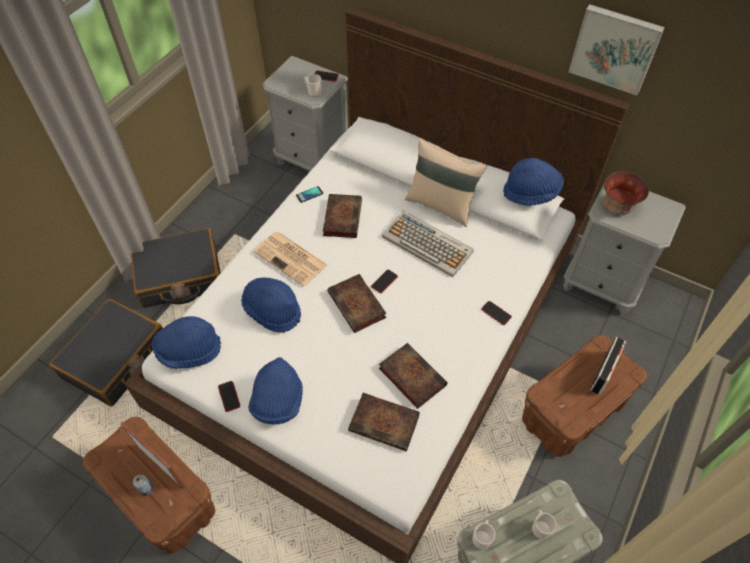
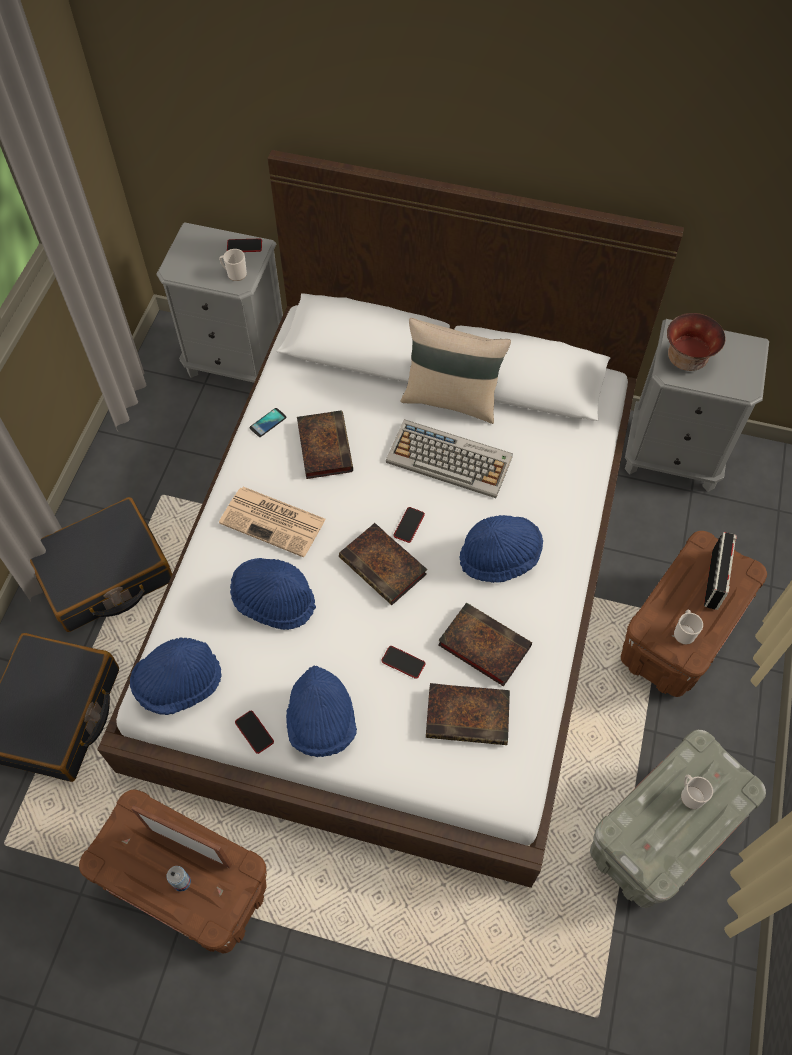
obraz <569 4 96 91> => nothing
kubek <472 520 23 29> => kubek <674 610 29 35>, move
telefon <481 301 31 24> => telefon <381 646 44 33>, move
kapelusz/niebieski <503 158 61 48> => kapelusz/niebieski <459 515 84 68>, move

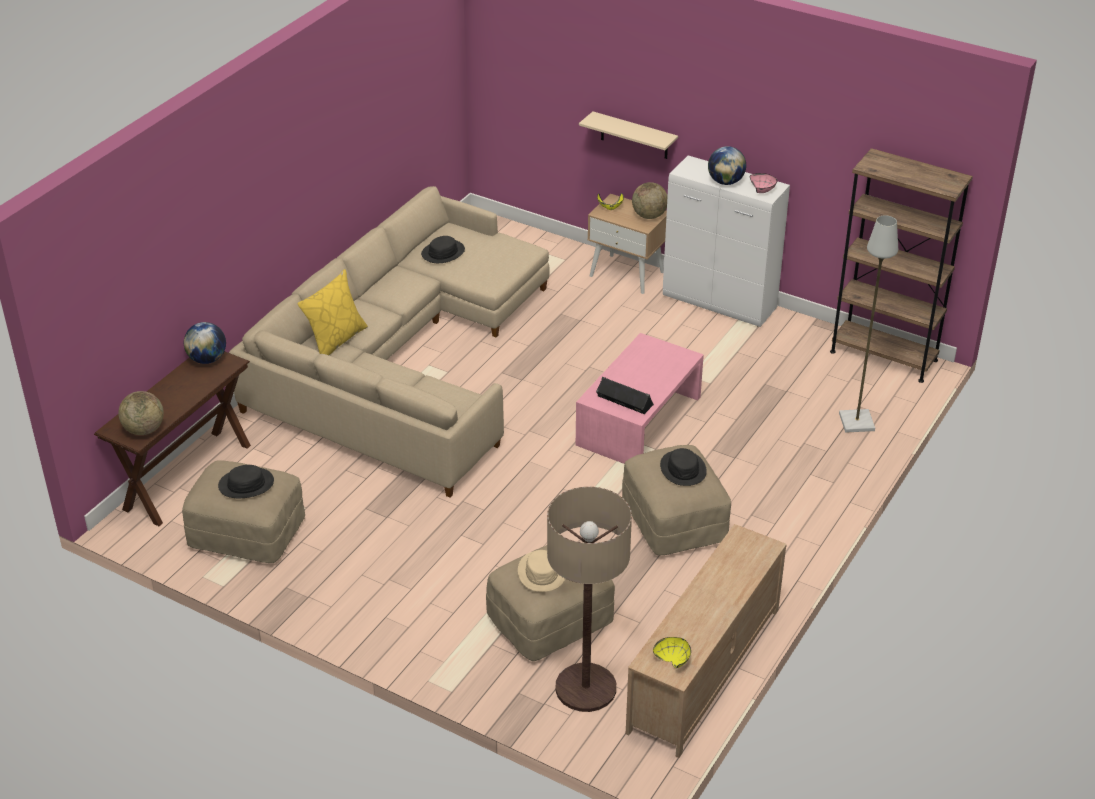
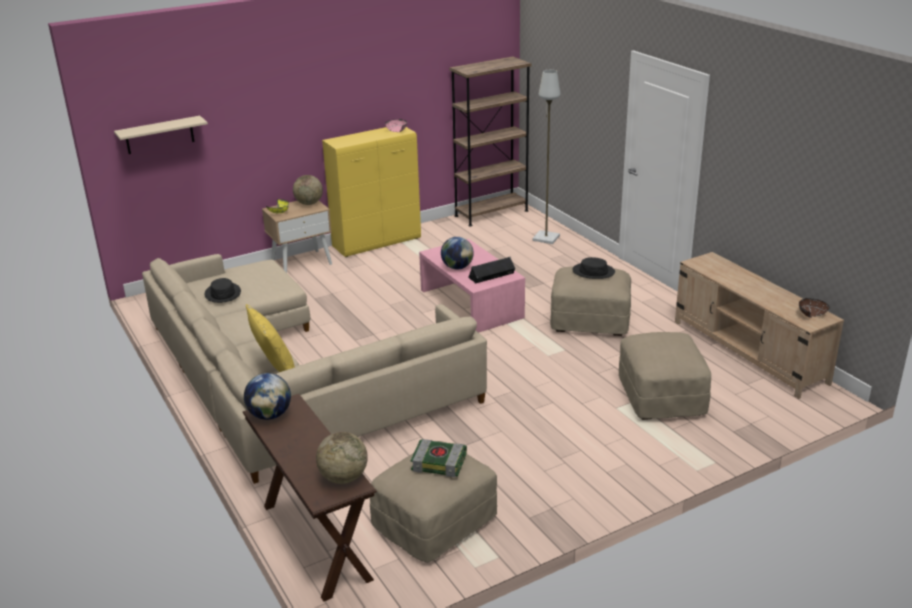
kapelusz/beżowy <518 550 47 42> => nothing
lampa stojąca <547 487 85 225> => nothing
półka/beżowy <579 111 99 48> => półka/beżowy <114 116 94 38>, move
globus <708 146 38 39> => globus <441 237 33 33>, move
kapelusz/czarny <218 465 56 33> => książka <411 439 56 38>
miska/żółty <653 637 38 31> => miska/brązowy <799 298 31 20>
szafka/biały <663 155 127 172> => szafka/żółty <322 127 99 130>

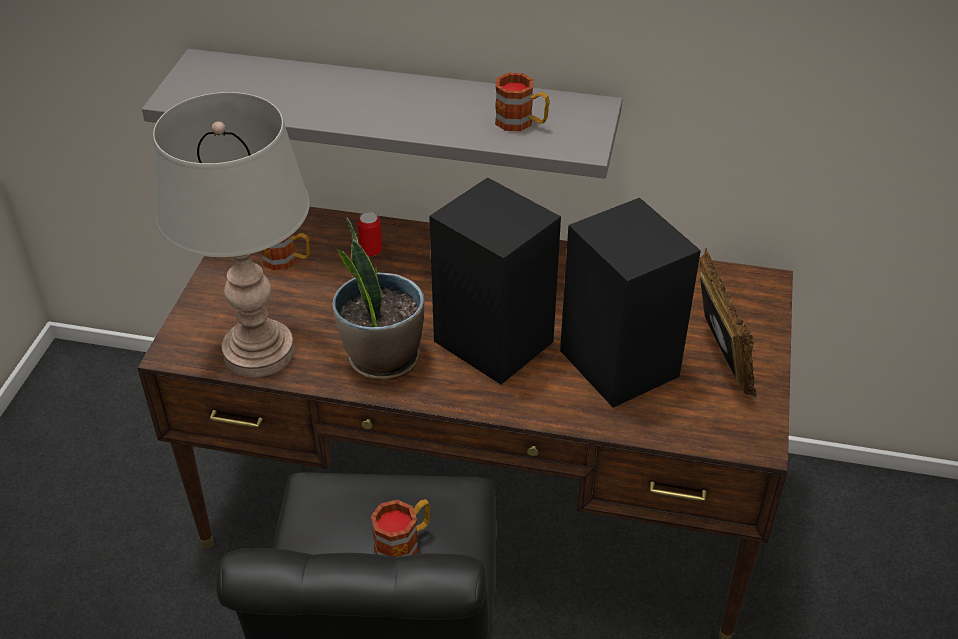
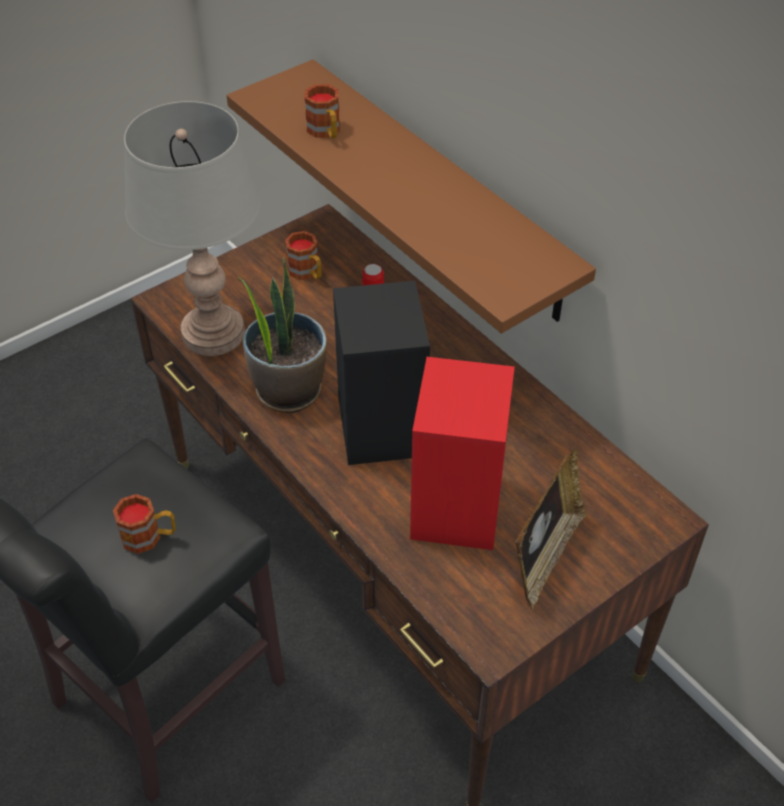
kubek <495 73 55 58> => kubek <305 84 35 54>, move
półka/szary <142 49 480 130> => półka/brązowy <227 59 369 275>
głośnik/czarny <560 198 141 210> => głośnik/czerwony <410 357 105 193>

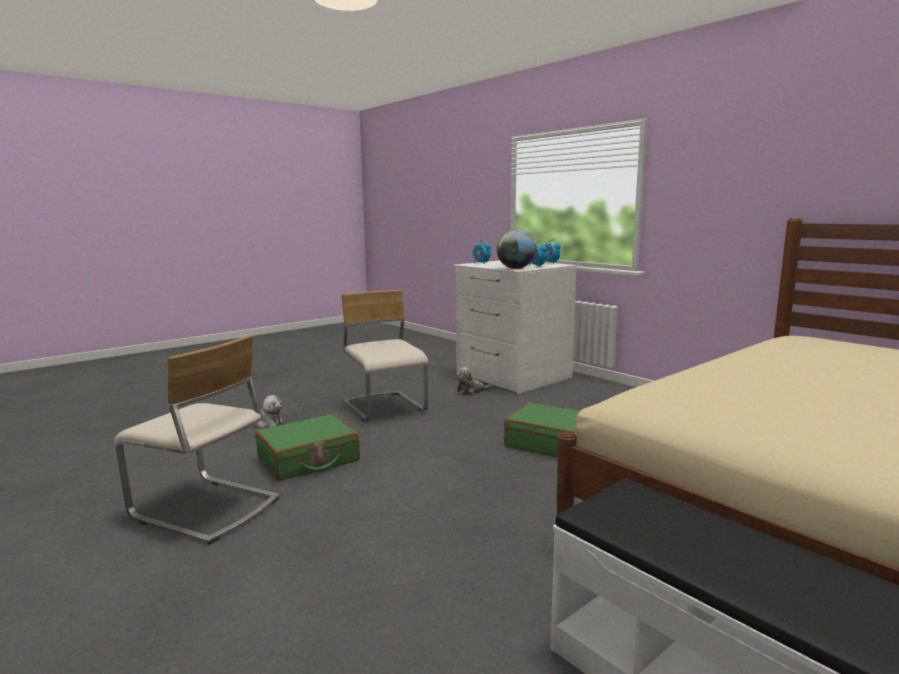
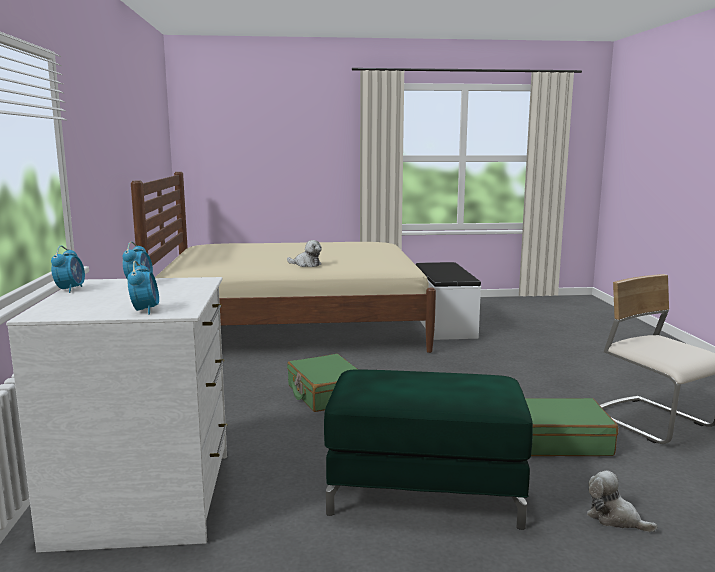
globus <497 230 39 39> => nothing
pluszak <455 367 38 28> => pluszak <287 240 35 27>, move
krzesło/beżowy <341 290 87 131> => pufa/zielony <324 369 209 161>

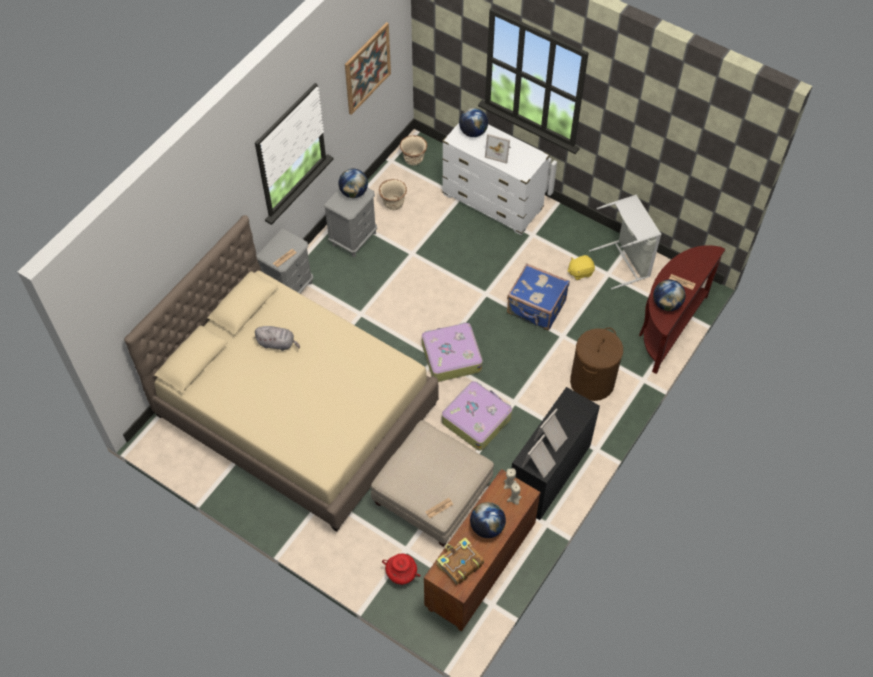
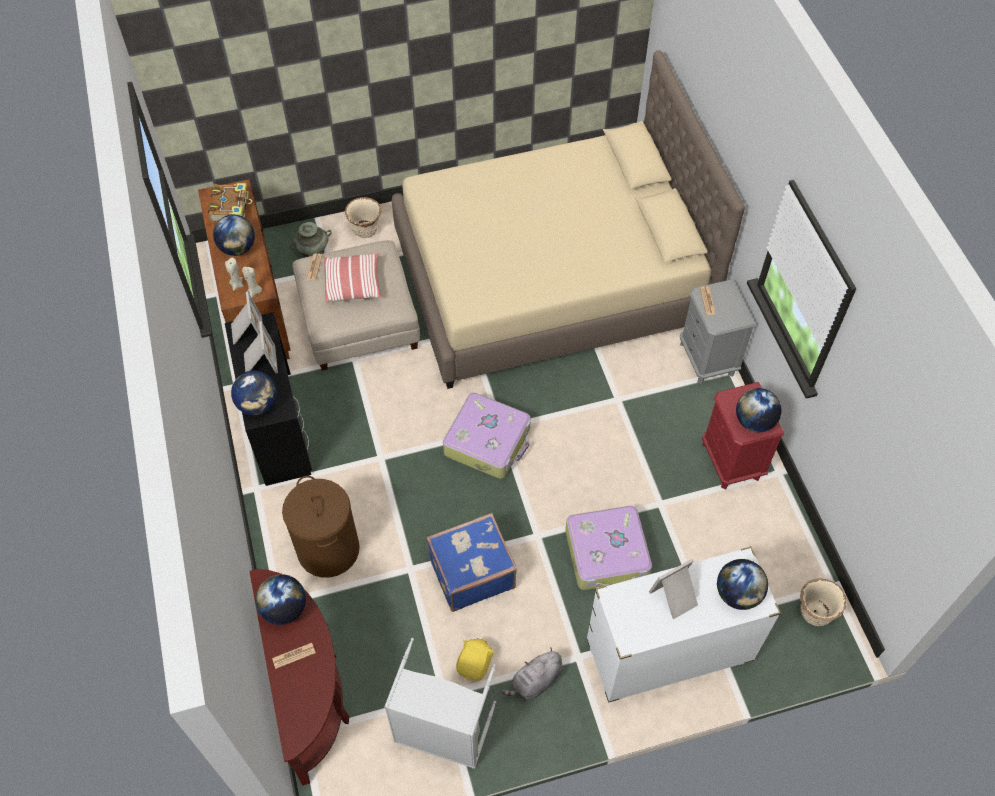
obraz <345 22 46 93> => nothing
nothing => globus <231 370 46 45>
nothing => poduszka <324 253 57 50>
pluszak/szary <254 326 46 25> => pluszak/szary <502 648 60 52>, move
donica/beżowy <379 179 28 31> => donica/beżowy <345 197 36 41>, move
walizka <442 381 70 70> => walizka <565 506 87 84>, move
szafka nocna/szary <324 188 53 69> => szafka nocna/czerwony <702 382 82 108>
wazon/czerwony <382 553 39 32> => wazon/turkusowy <290 222 41 36>

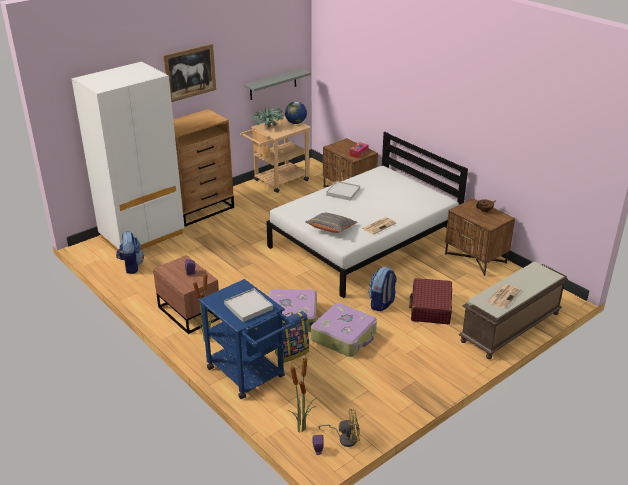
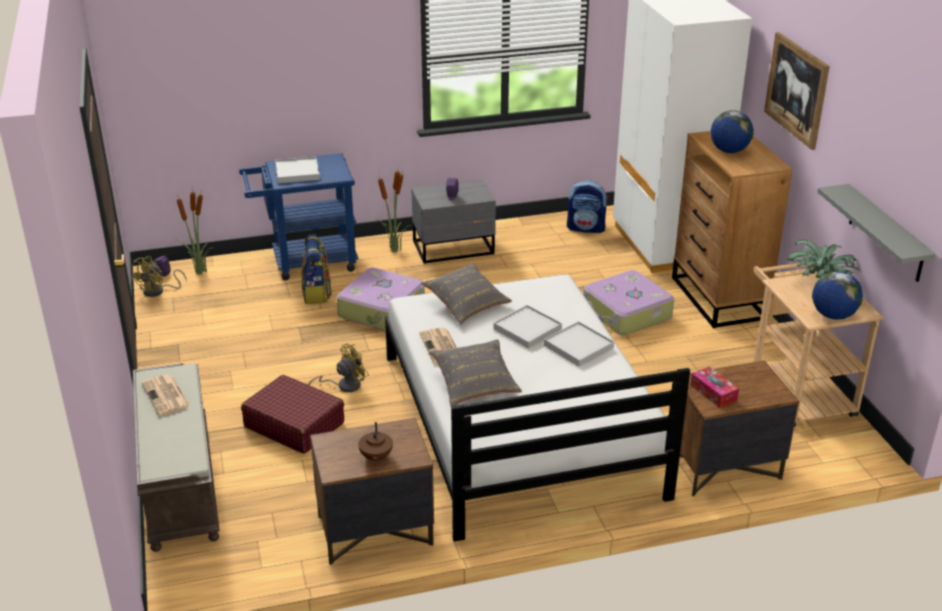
nothing => poduszka/szary <429 339 93 68>
nothing => taca/biały <493 305 69 43>
nothing => globus <710 110 44 43>
walizka <311 303 66 54> => walizka <583 270 91 65>, move
plecak <369 266 28 45> => wentylator/żółty <308 344 61 48>
szafka nocna/brązowy <153 255 66 79> => szafka nocna/szary <411 179 85 85>

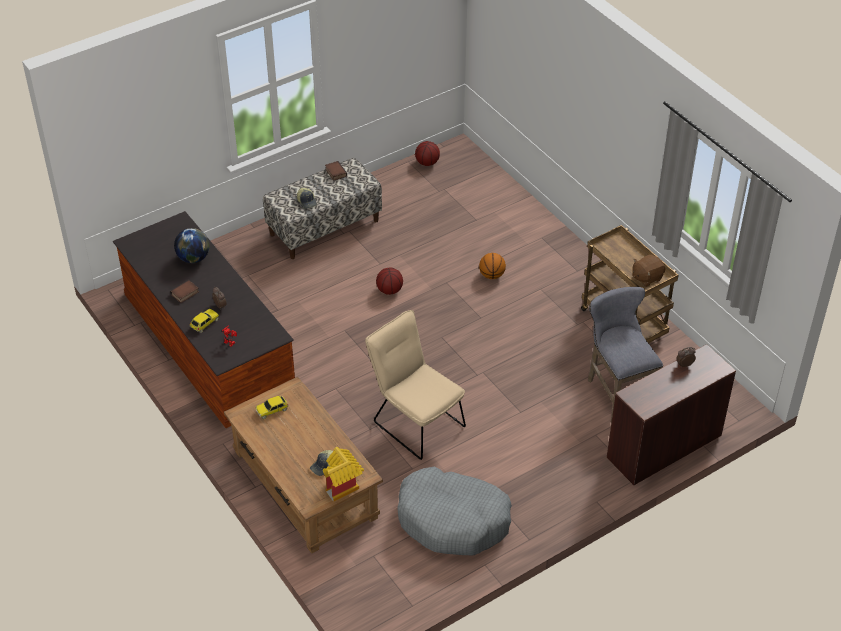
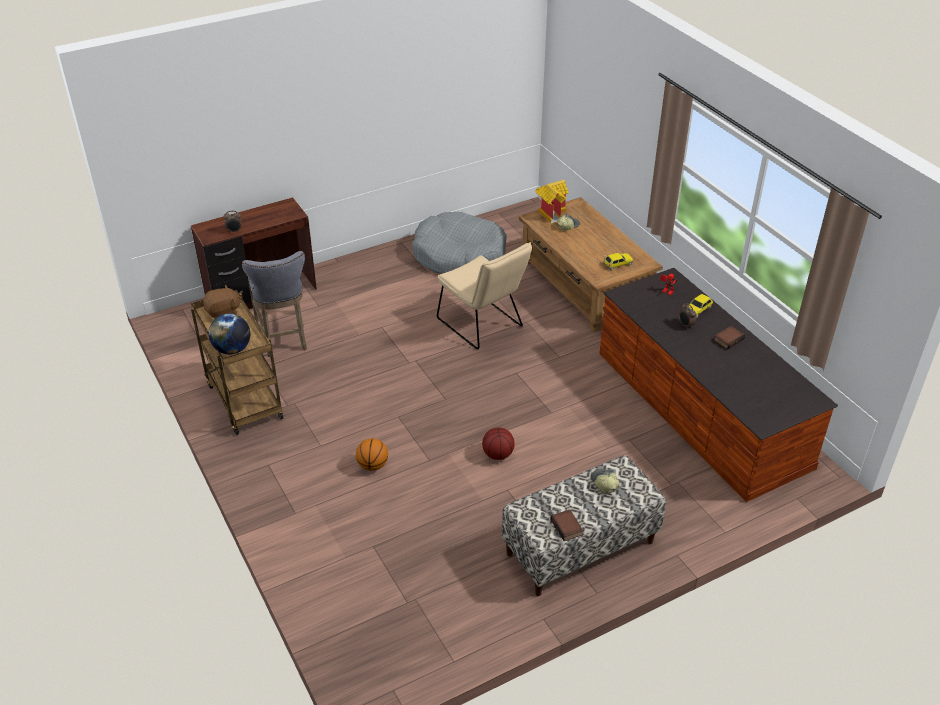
piłka do koszykówki <415 141 25 25> => nothing
globus <174 228 36 35> => globus <209 313 41 41>, move

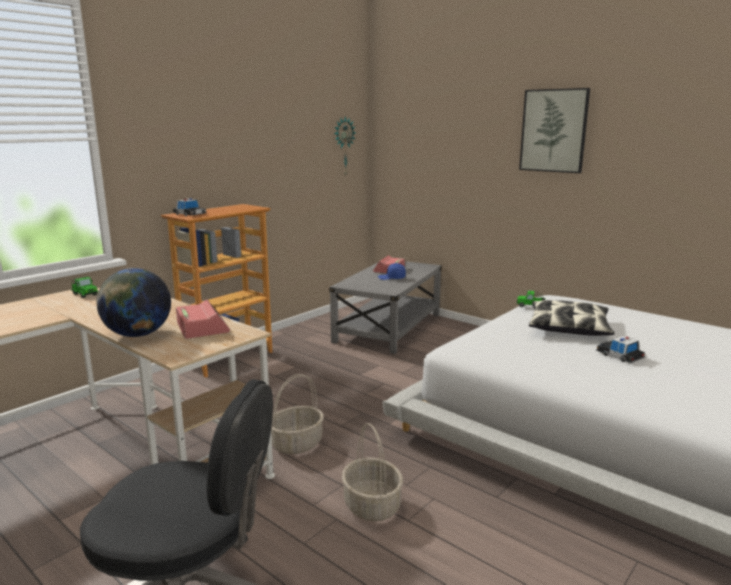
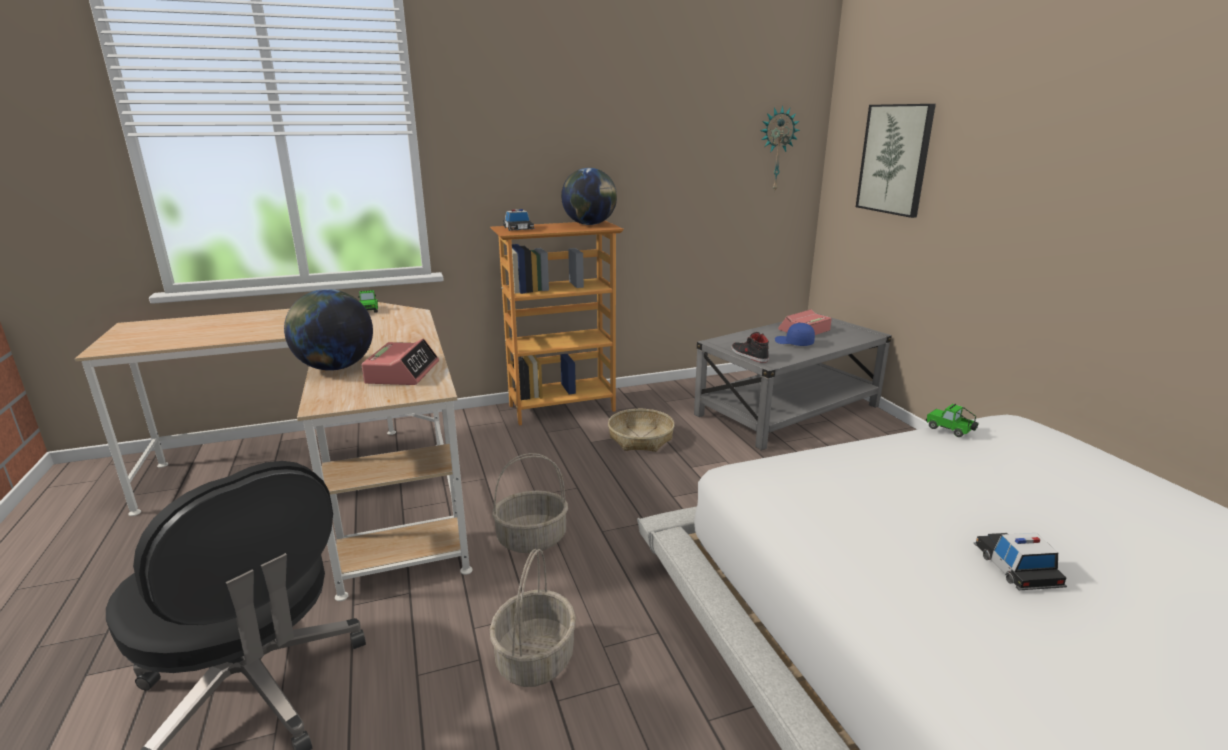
poduszka <529 300 86 36> => nothing
nothing => globus <561 168 56 57>
nothing => koszyk <608 409 67 43>
nothing => but/czarny <731 332 38 31>
obraz <519 88 71 85> => obraz <856 104 80 114>, move

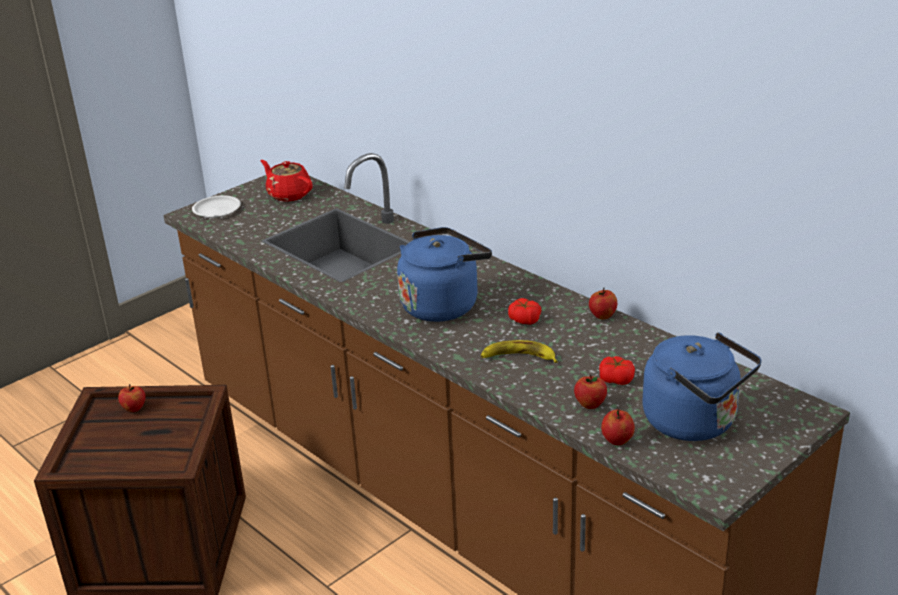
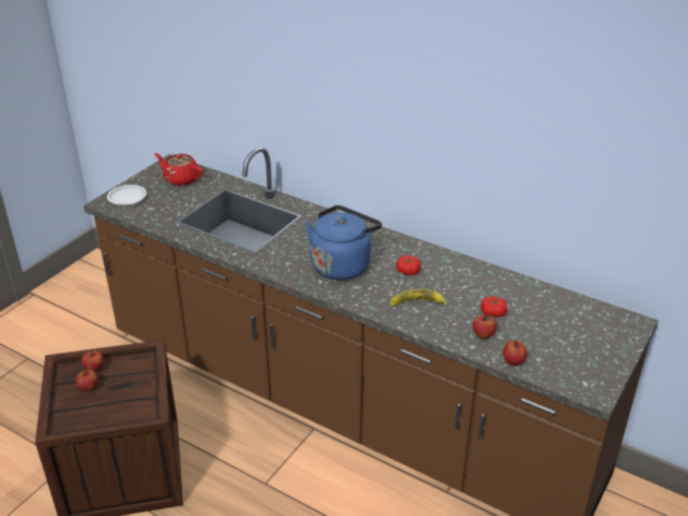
czajnik/niebieski <642 332 119 109> => nothing
jabłko <589 288 28 32> => jabłko <76 370 22 22>, move

